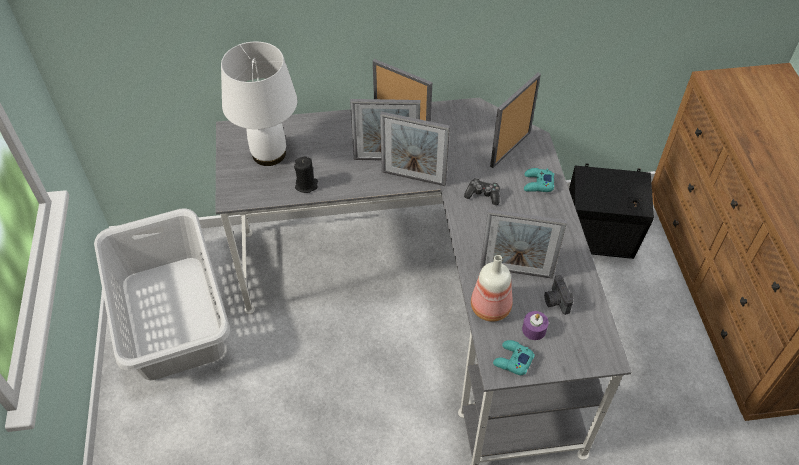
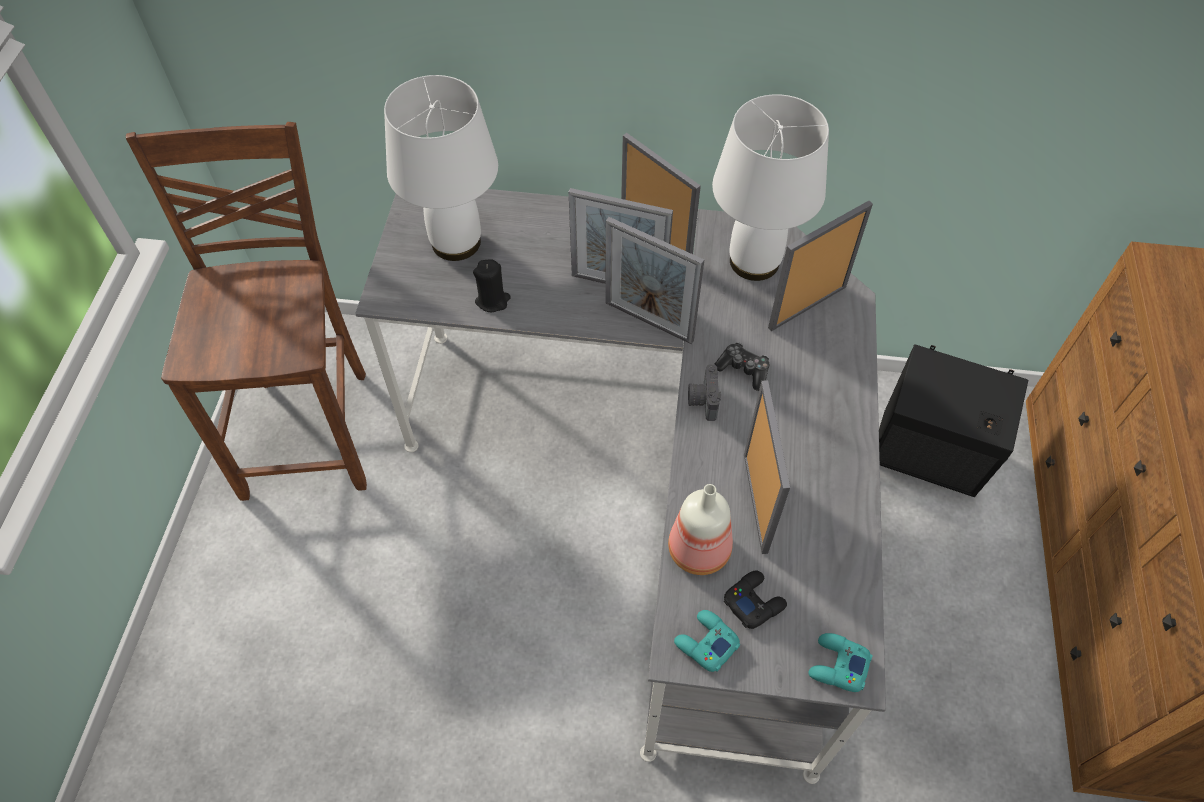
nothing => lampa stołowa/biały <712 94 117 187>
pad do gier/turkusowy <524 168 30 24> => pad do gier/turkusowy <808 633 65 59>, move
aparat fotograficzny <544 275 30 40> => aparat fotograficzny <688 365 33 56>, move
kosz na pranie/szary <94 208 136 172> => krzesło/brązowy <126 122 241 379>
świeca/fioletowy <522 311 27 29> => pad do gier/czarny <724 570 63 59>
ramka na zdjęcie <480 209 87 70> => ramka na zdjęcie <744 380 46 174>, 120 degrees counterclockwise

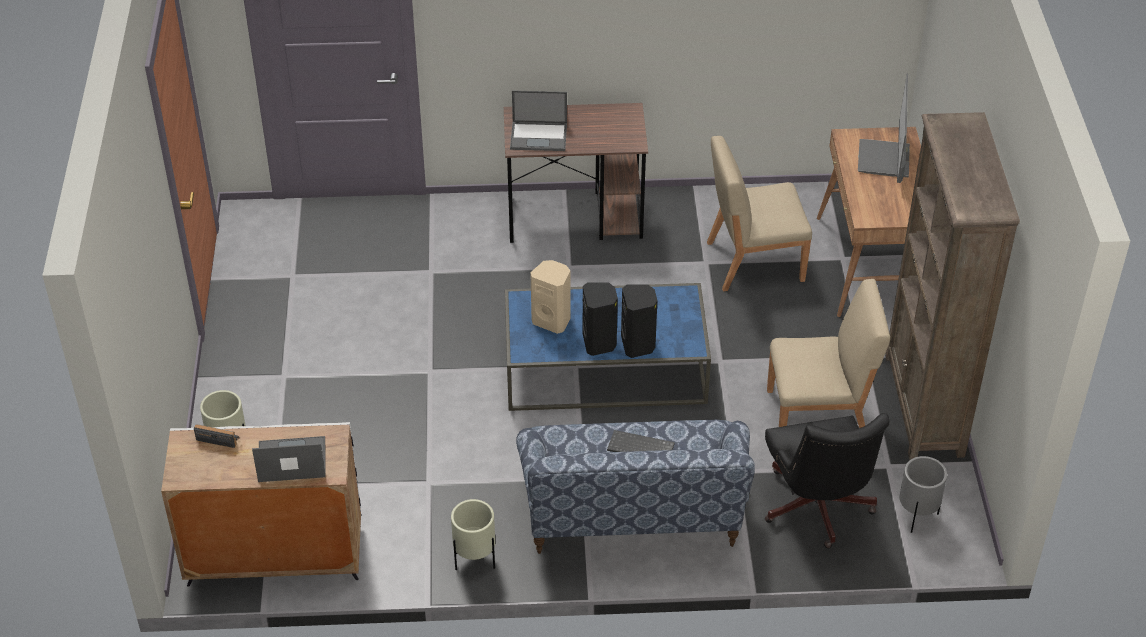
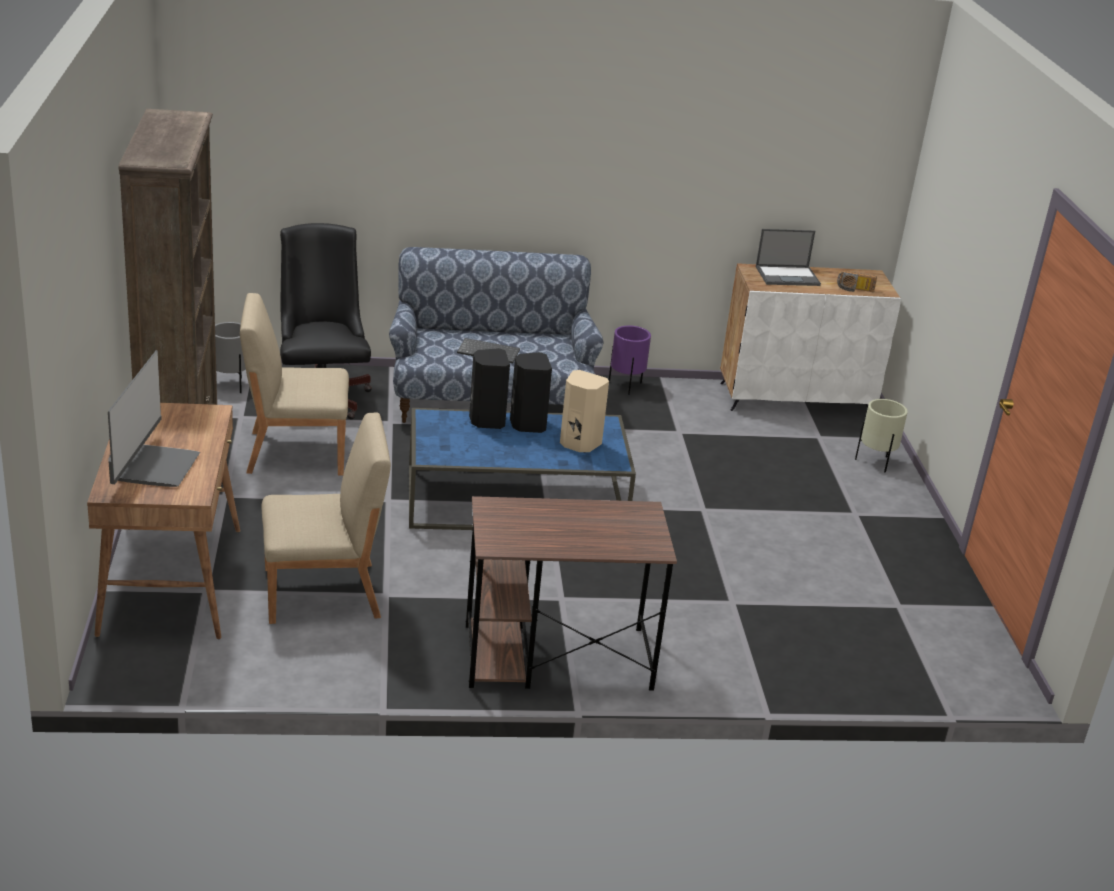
laptop <510 90 57 61> => nothing
donica/beżowy <451 499 44 71> => donica/fioletowy <609 326 42 69>

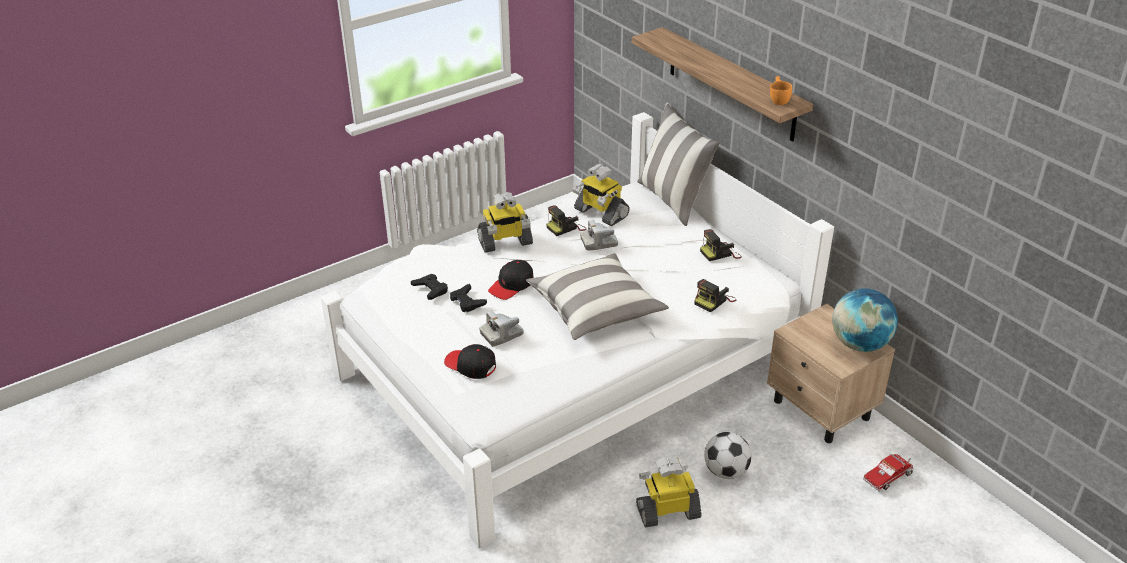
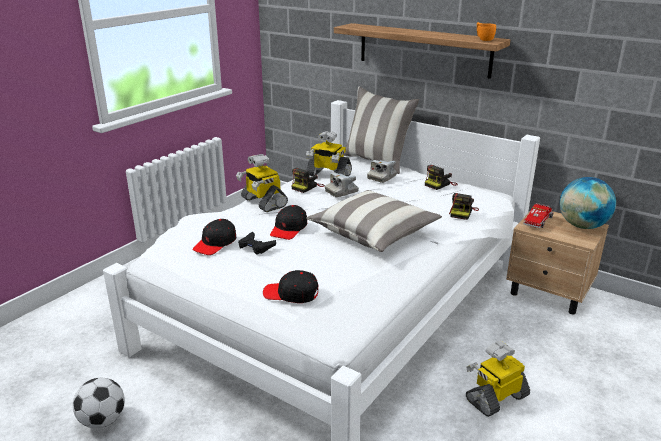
aparat fotograficzny <479 311 45 35> => aparat fotograficzny <367 160 30 23>, move
piłka futbolowa <704 432 47 47> => piłka futbolowa <73 378 52 50>, move
ciężarówka zabawkowa <863 454 50 38> => ciężarówka zabawkowa <523 203 30 25>, move
pad do gier/czarny <411 274 37 26> => czapka z daszkiem/czarny <192 219 44 36>
robot zabawkowy <477 192 56 61> => robot zabawkowy <236 154 52 58>, 90 degrees clockwise

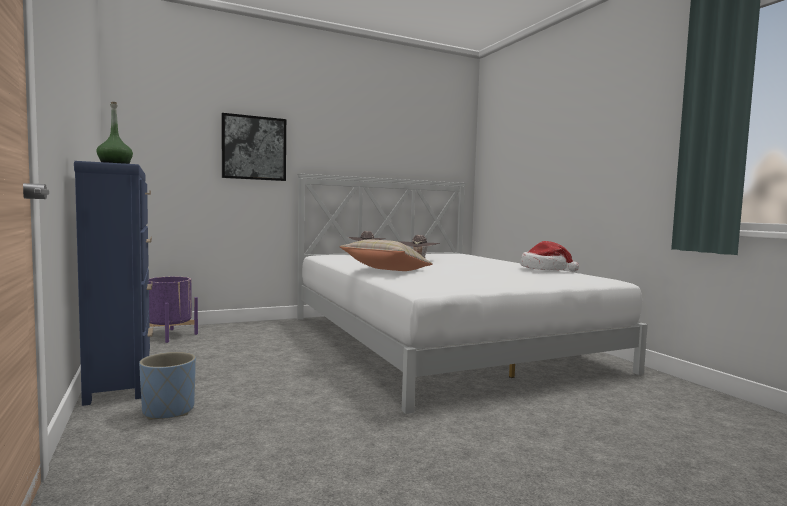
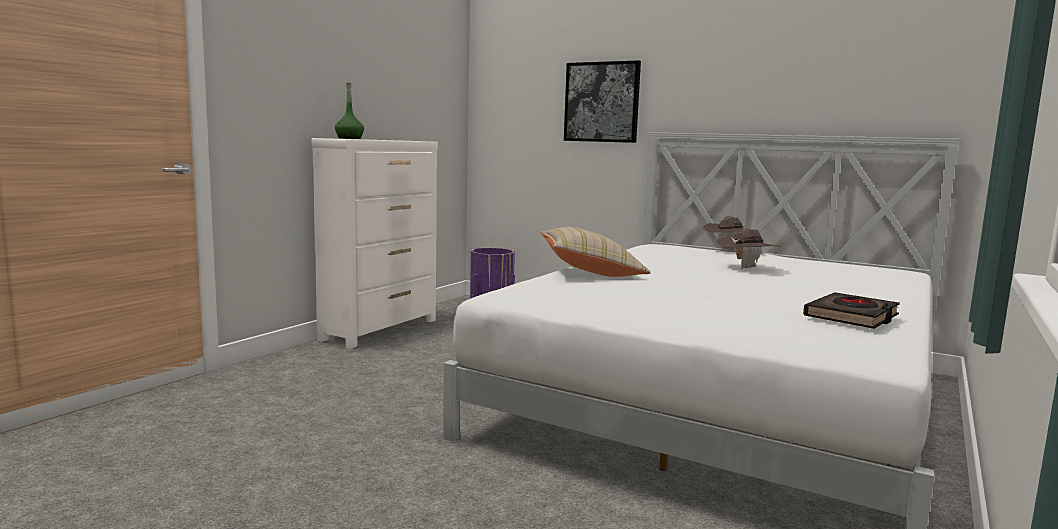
donica/niebieski <139 352 57 68> => nothing
kapelusz <520 241 59 31> => książka/czarny <803 292 97 37>
komoda/niebieski <74 161 79 245> => komoda/biały <311 138 127 211>

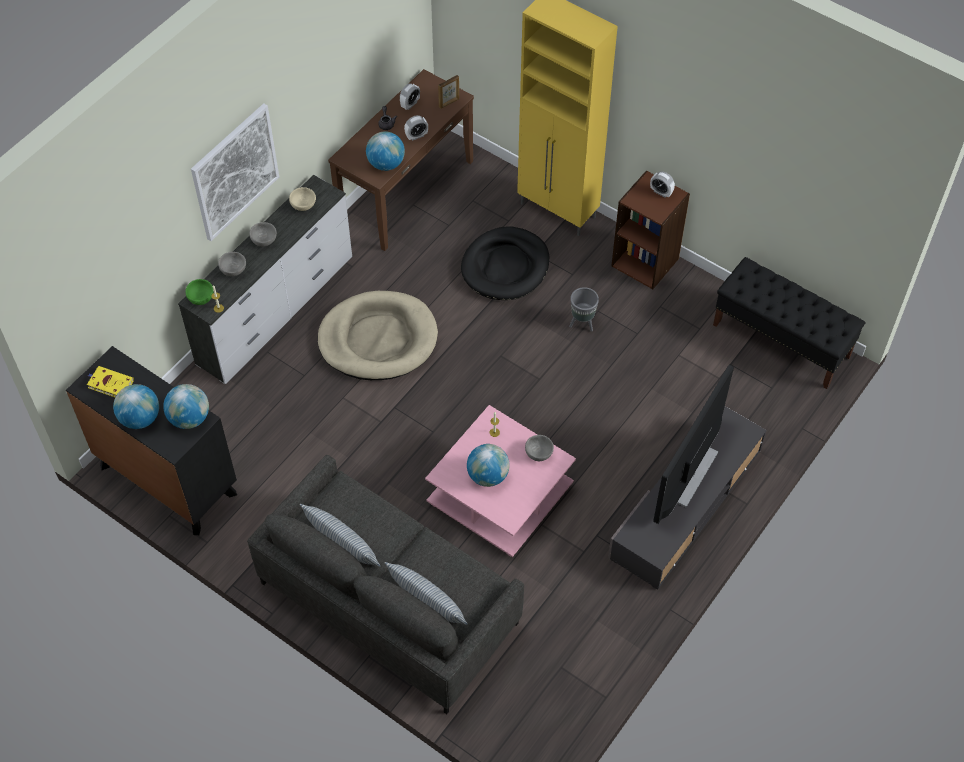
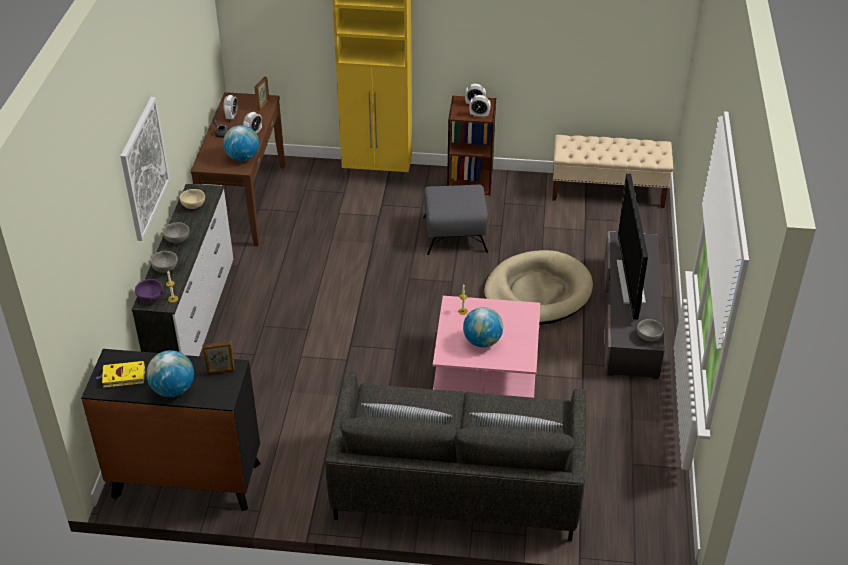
legowisko/czarny <461 227 88 73> => nothing
nothing => budzik <469 95 22 23>
legowisko/beżowy <318 291 120 89> => legowisko/beżowy <484 250 109 75>, move
miska/szary <525 435 29 26> => miska/szary <637 319 27 23>, move
globus <163 384 46 45> => ramka na zdjęcie <202 341 33 33>
donica/szary <569 287 30 45> => pufa/szary <423 185 65 70>
miska/zielony <185 279 29 26> => miska/fioletowy <135 279 28 24>
ławka/czarny <713 257 152 132> => ławka/beżowy <552 135 121 73>

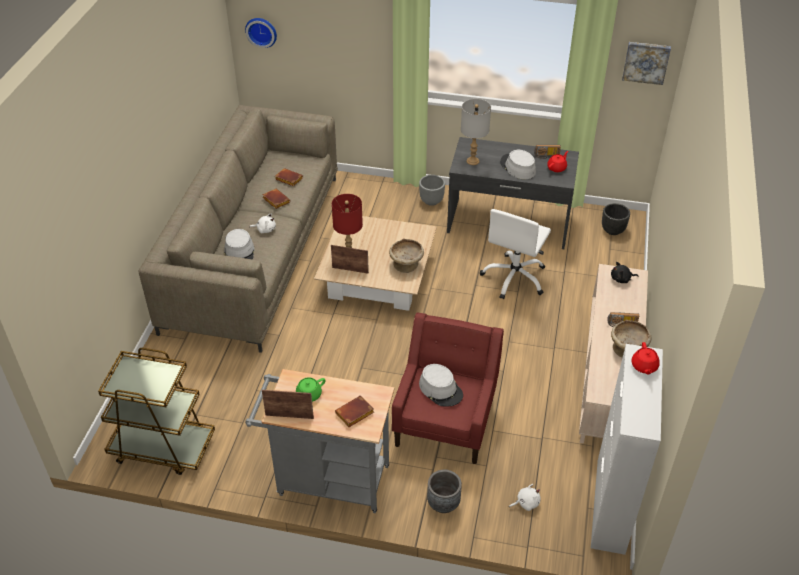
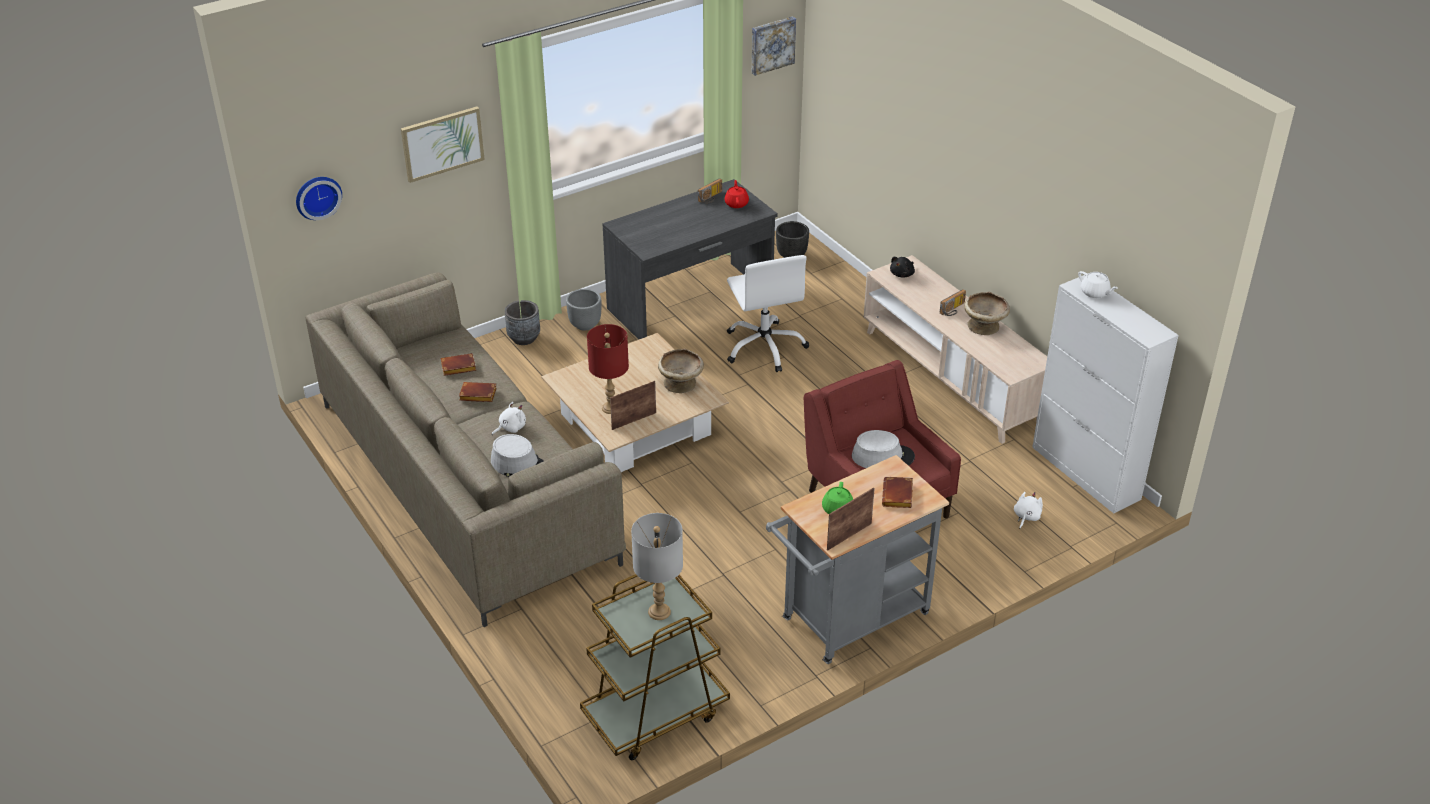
kapelusz/szary <500 150 36 29> => nothing
nothing => obraz <401 106 84 77>
donica/szary <427 470 35 43> => donica/szary <505 300 35 45>, move
lampa stołowa/szary <461 99 30 66> => lampa stołowa/szary <631 513 52 107>, move
imbryk/czerwony <632 342 28 33> => imbryk/biały <1078 271 40 27>

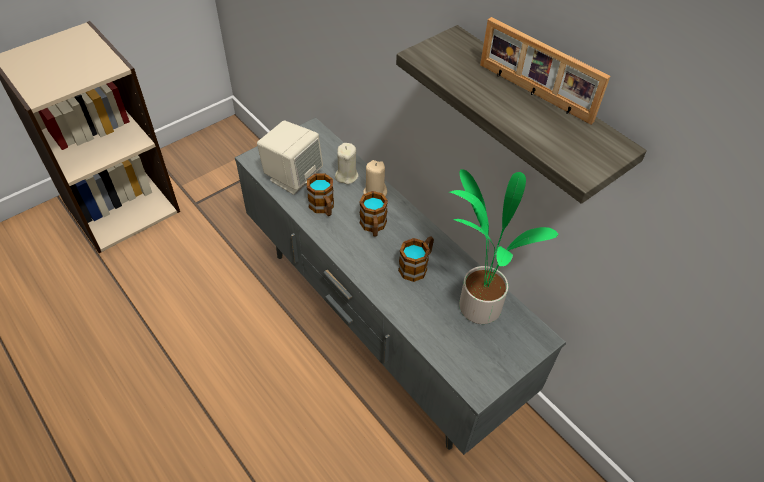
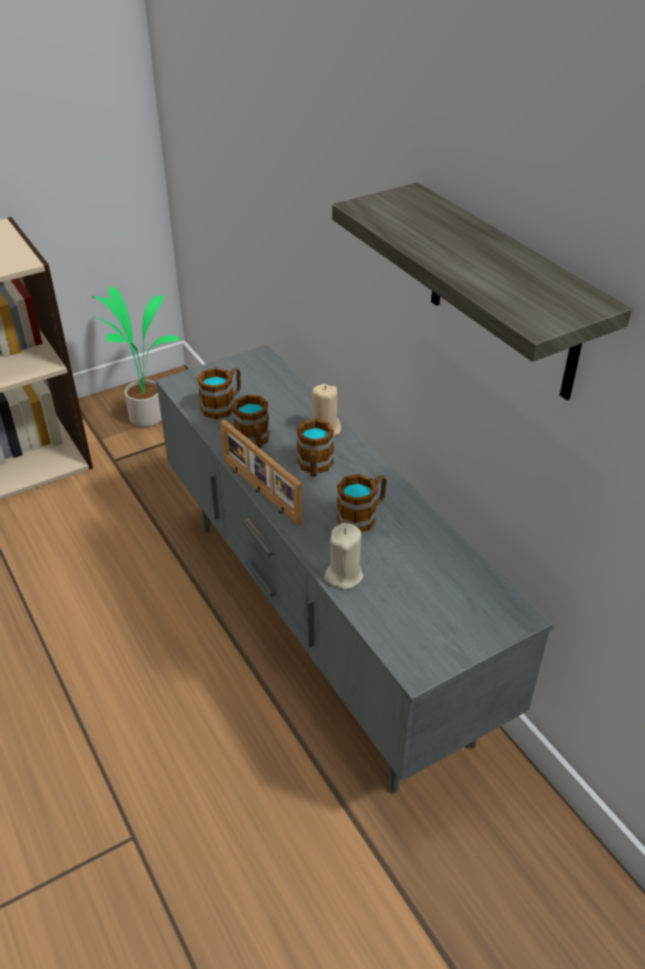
świeca/beżowy <335 143 24 41> => świeca/beżowy <325 523 38 67>, move
roślina doniczkowa <449 169 109 155> => roślina doniczkowa <92 286 88 141>, move
ramka na zdjęcie <480 17 130 108> => ramka na zdjęcie <220 419 83 106>, move
głośnik/beżowy <257 120 66 75> => kubek <197 368 44 51>

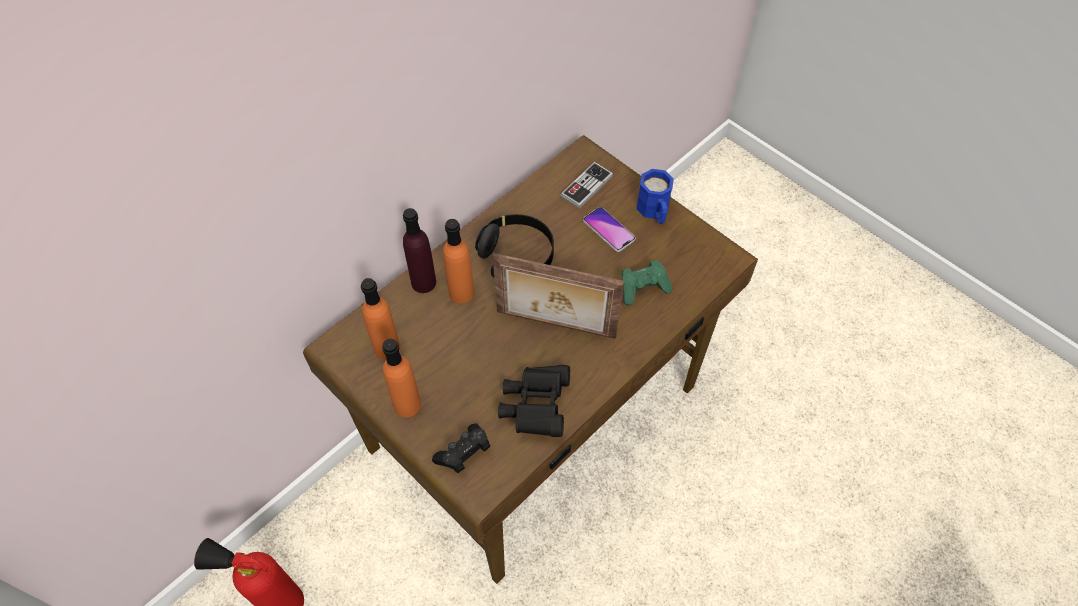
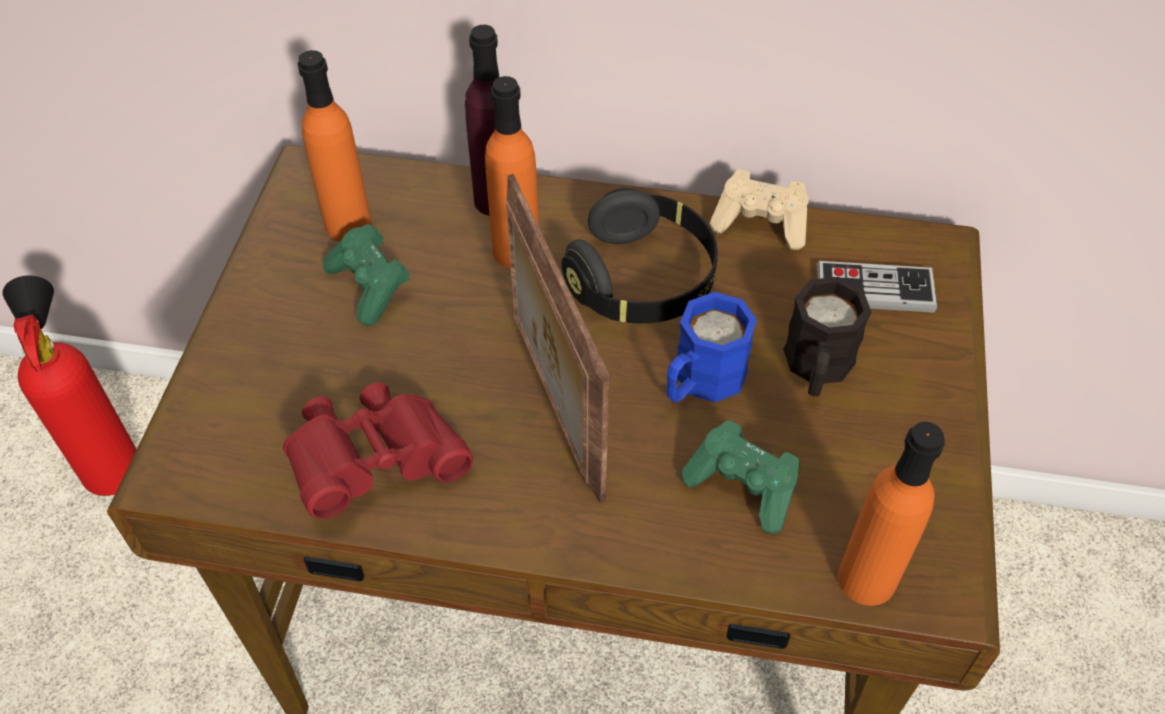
pad do gier/czarny <432 423 58 50> => nothing
nothing => pad do gier/zielony <323 224 87 102>
nothing => pad do gier/beżowy <709 170 100 80>
butelka/pomarańczowy <382 339 39 78> => butelka/pomarańczowy <838 422 107 184>, move
kubek/niebieski <636 169 38 55> => kubek/niebieski <667 292 90 111>, move
telefon <583 207 53 45> => kubek/czarny <783 277 88 119>
lornetka/czarny <498 365 72 72> => lornetka/czerwony <283 382 190 137>

